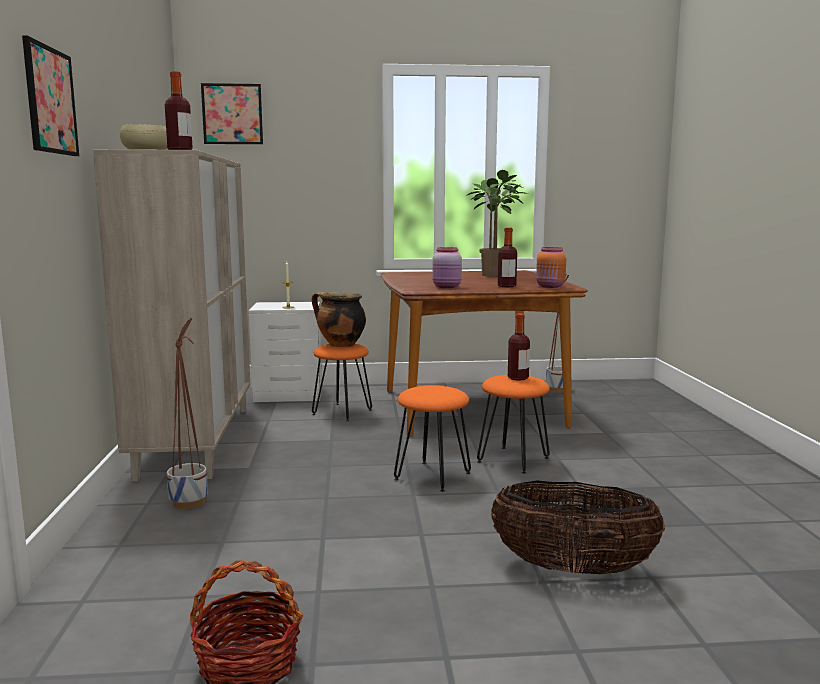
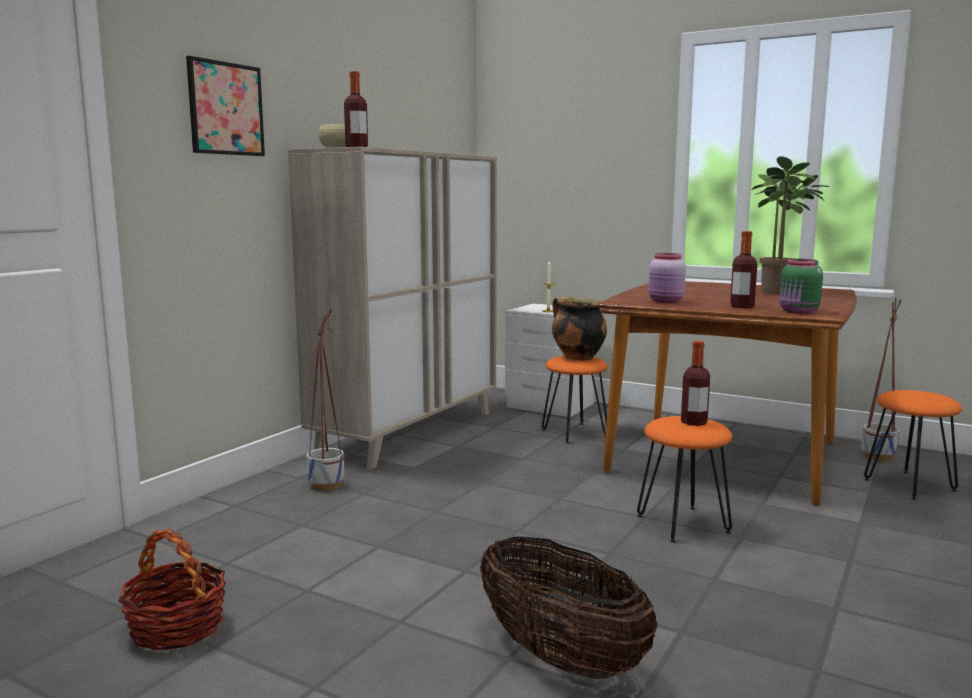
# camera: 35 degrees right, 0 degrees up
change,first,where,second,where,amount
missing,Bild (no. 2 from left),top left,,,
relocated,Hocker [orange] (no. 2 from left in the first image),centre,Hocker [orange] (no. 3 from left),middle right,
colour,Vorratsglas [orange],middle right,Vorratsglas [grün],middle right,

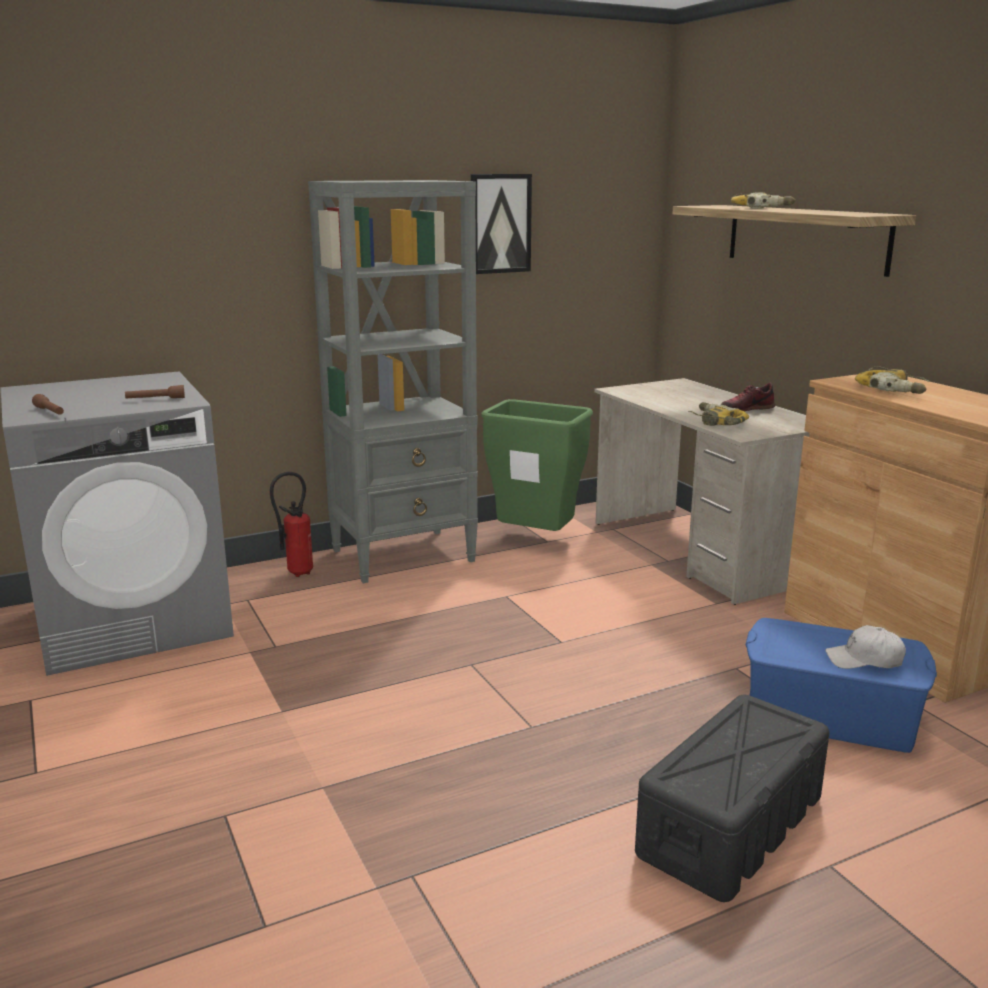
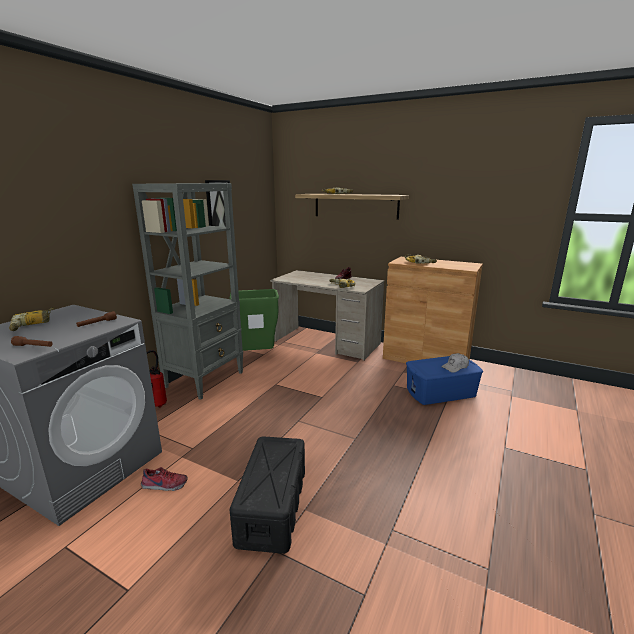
# camera: 35 degrees left, 0 degrees up
change,first,where,second,where,amount
appeared,,,Bohrmaschine (no. 1 from left),middle left,
appeared,,,Schuh (no. 1 from left),bottom left,
relocated,Aufbewahrungsbox [schwarz],bottom right,,bottom centre,

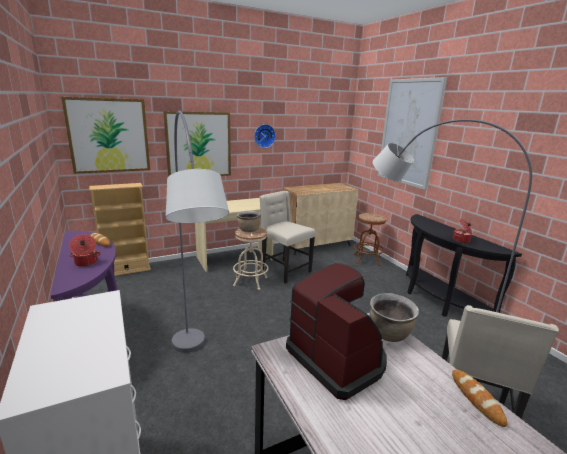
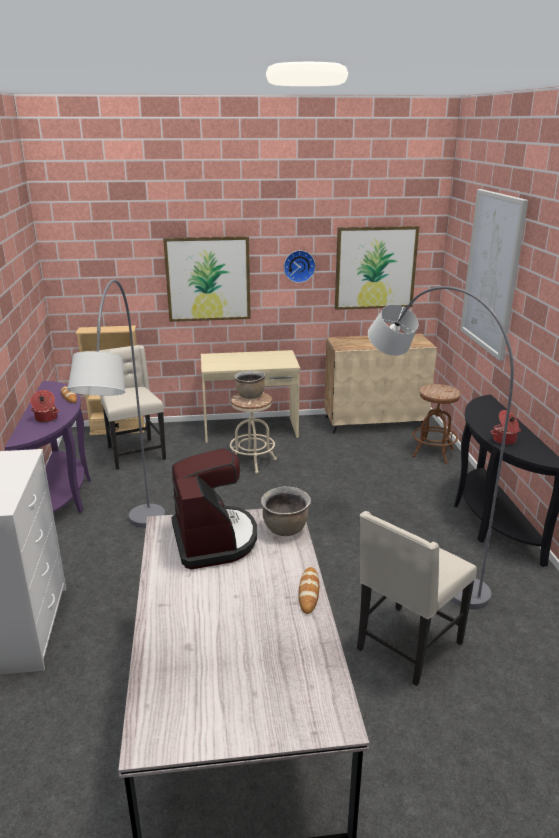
# camera: 20 degrees right, 5 degrees up
change,first,where,second,where,amount
relocated,Bild (no. 1 from left in the first image),top left,Bild (no. 2 from left),top right,
relocated,Stuhl [beige] (no. 1 from left),centre,,middle left,

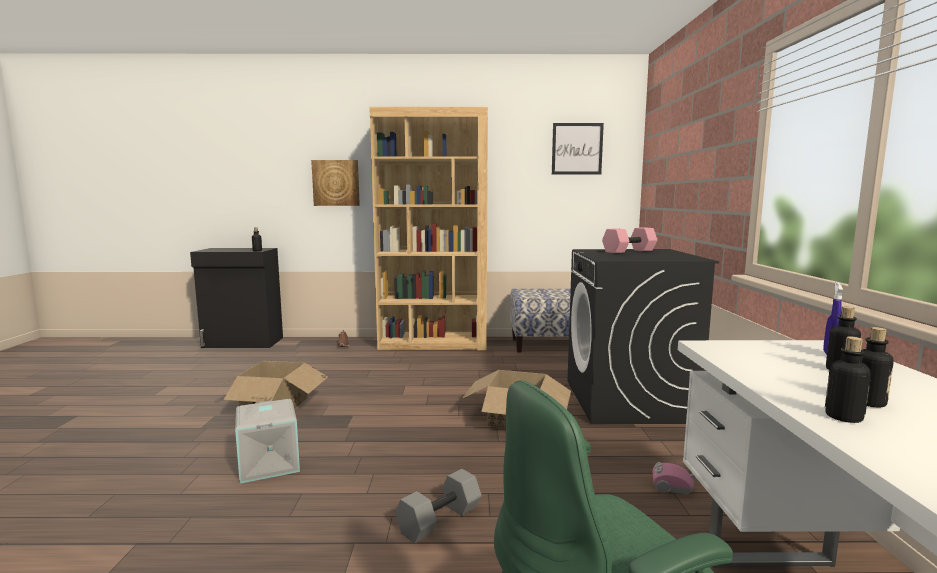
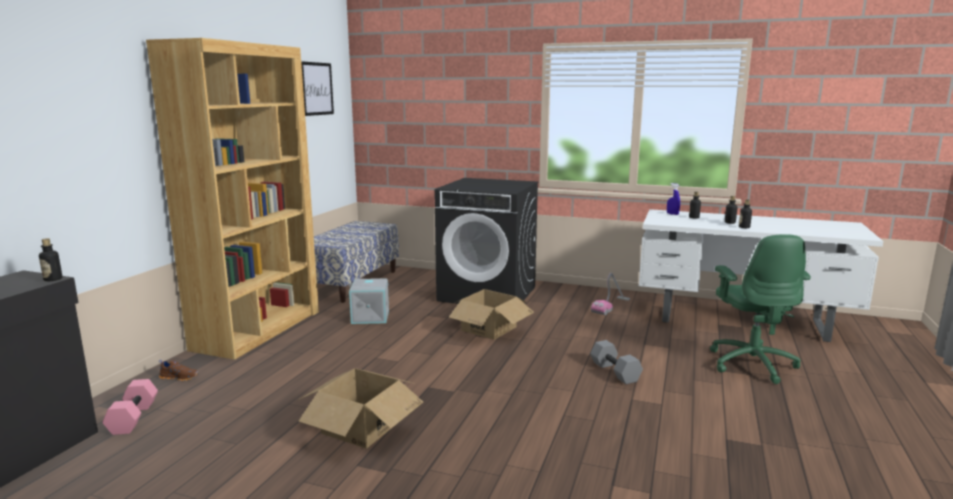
# camera: 70 degrees left, 5 degrees up
change,first,where,second,where,amount
missing,Bild (no. 1 from left),top centre,,,
relocated,Aufbewahrungsbox [grau],bottom left,,centre,
relocated,Hantel [rosa],middle right,,bottom left,

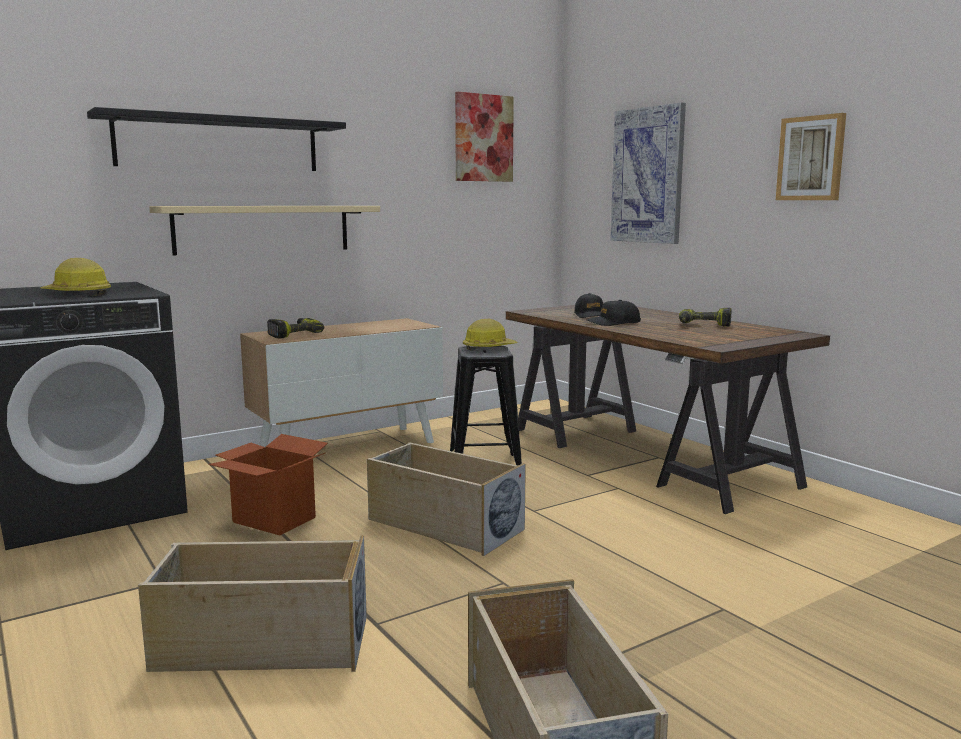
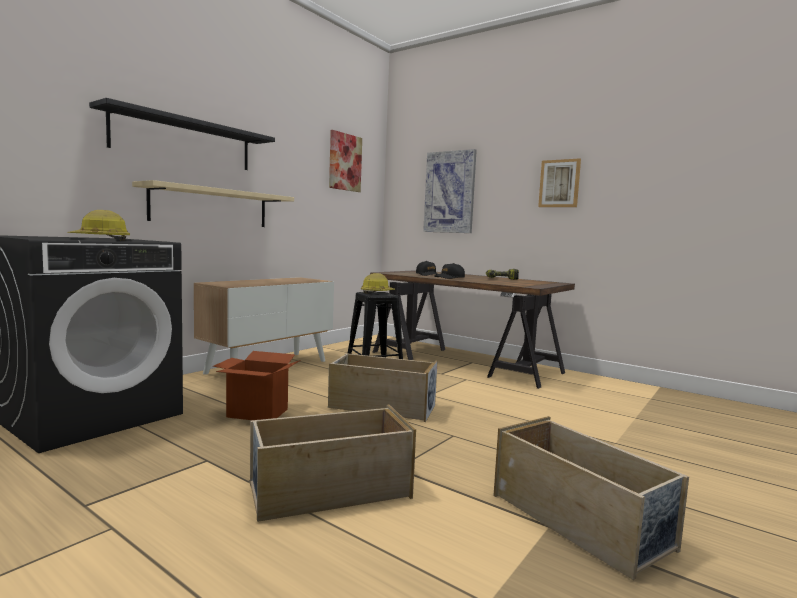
# camera: 20 degrees left, 5 degrees down
change,first,where,second,where,amount
missing,Bohrmaschine (no. 1 from left),middle left,,,

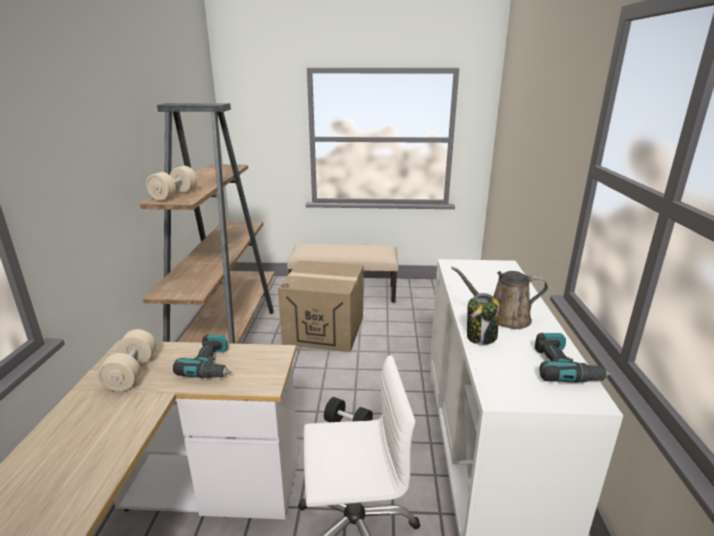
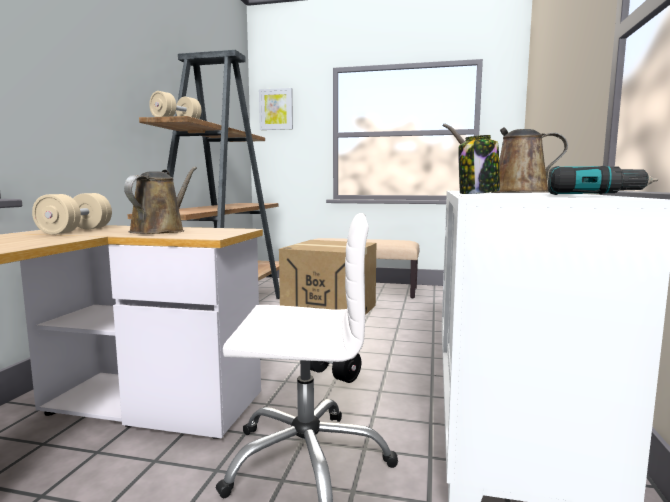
# camera: 10 degrees right, 15 degrees down
change,first,where,second,where,amount
appeared,,,Bild,top centre,
exchanged,Bohrmaschine (no. 1 from left),middle left,Gießkanne [braun] (no. 1 from left),middle left,

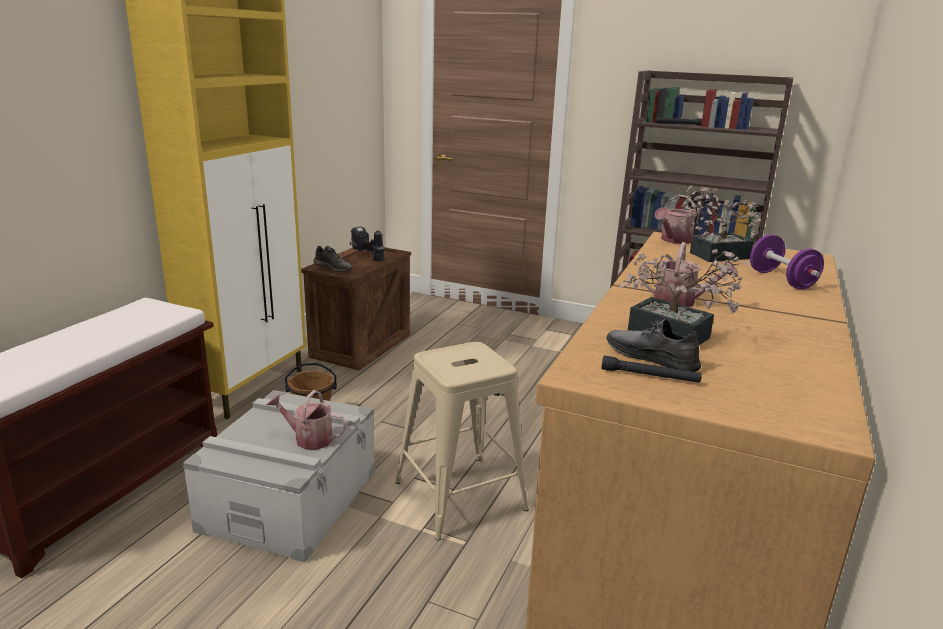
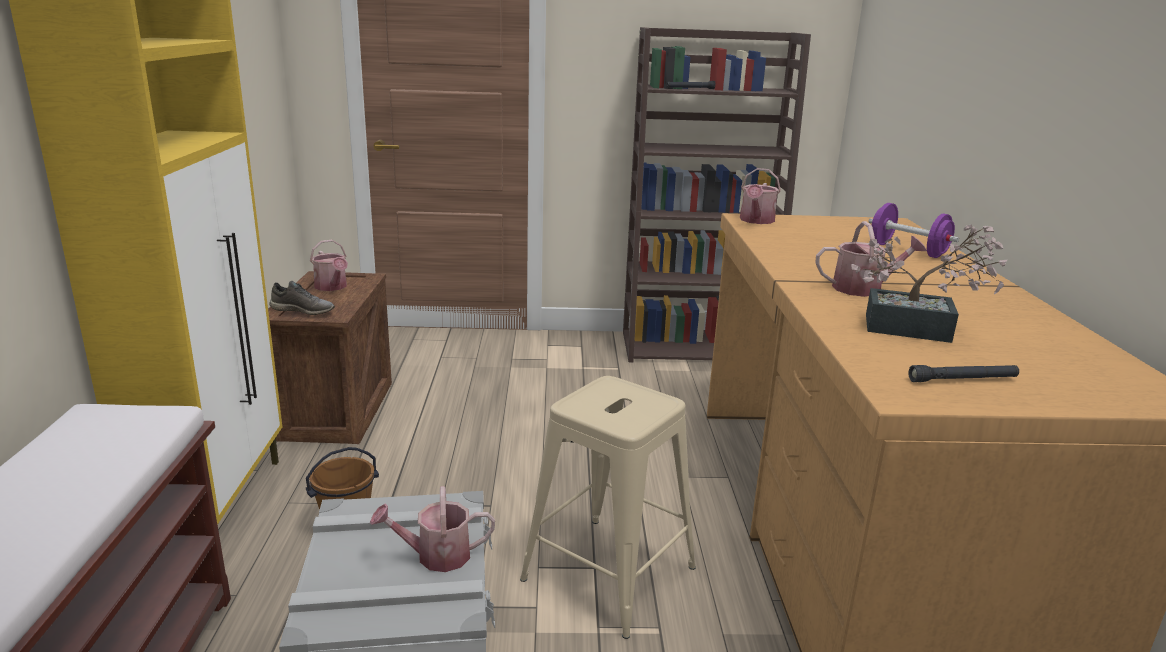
# camera: 25 degrees left, 0 degrees up
change,first,where,second,where,amount
missing,Schuh [grau] (no. 2 from left),middle right,,,
missing,Topfpflanze (no. 2 from left),middle right,,,
exchanged,Bohrmaschine,centre,Gießkanne (no. 1 from left),middle left,

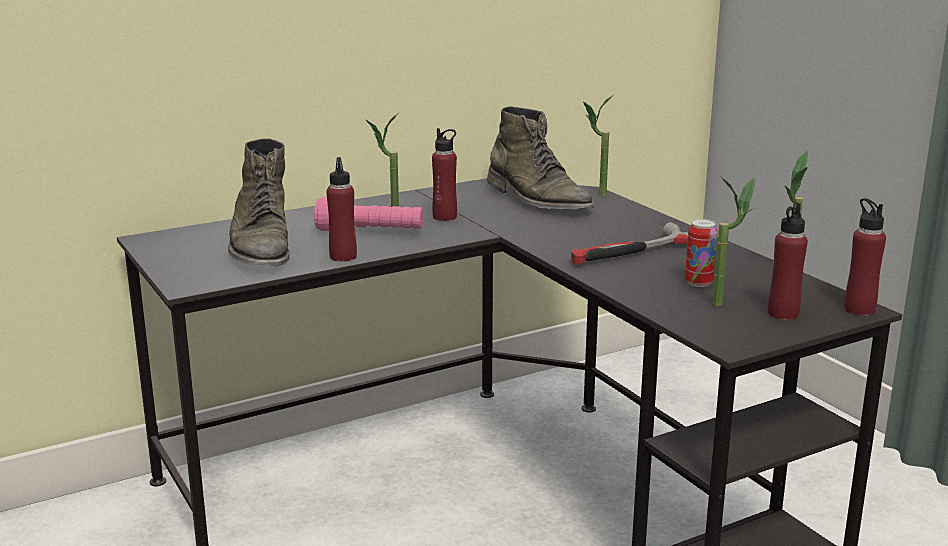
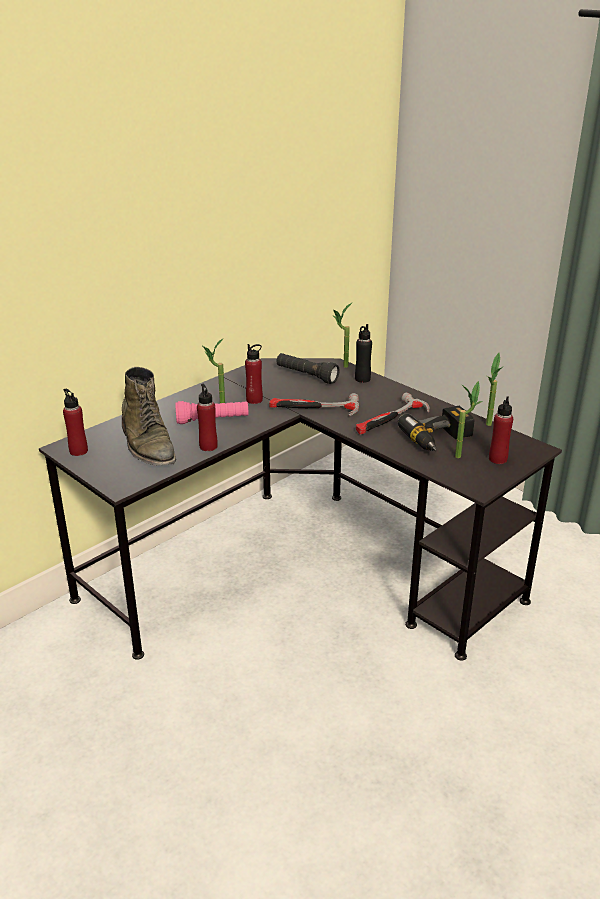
# camera: 15 degrees left, 10 degrees up
change,first,where,second,where,amount
appeared,,,Hammer (no. 1 from left),centre,
appeared,,,Flasche [schwarz],centre,
relocated,Flasche [rot] (no. 4 from left in the first image),middle right,Flasche [rot] (no. 1 from left),middle left,
exchanged,Stiefel [grün] (no. 2 from left),top centre,Taschenlampe [schwarz],centre,
exchanged,Dose,middle right,Bohrmaschine,middle right,

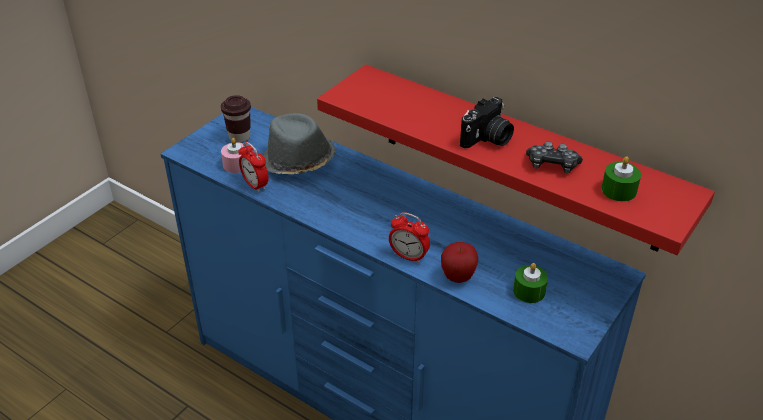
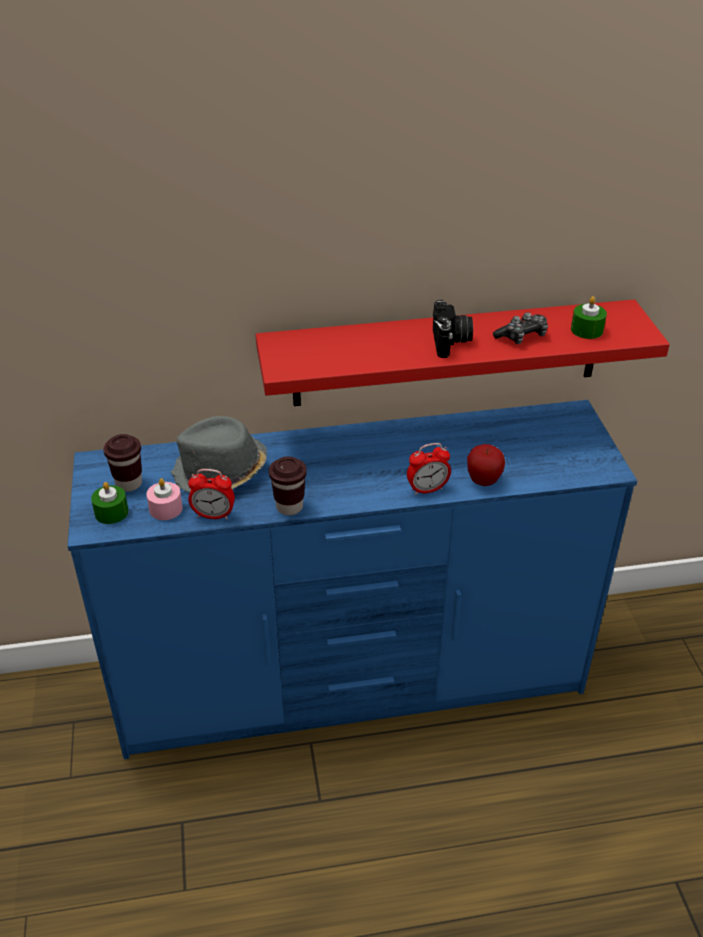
# camera: 45 degrees left, 0 degrees up
change,first,where,second,where,amount
appeared,,,Tasse [braun] (no. 2 from left),centre,
relocated,Kerze [grün] (no. 1 from left),bottom right,,middle left,

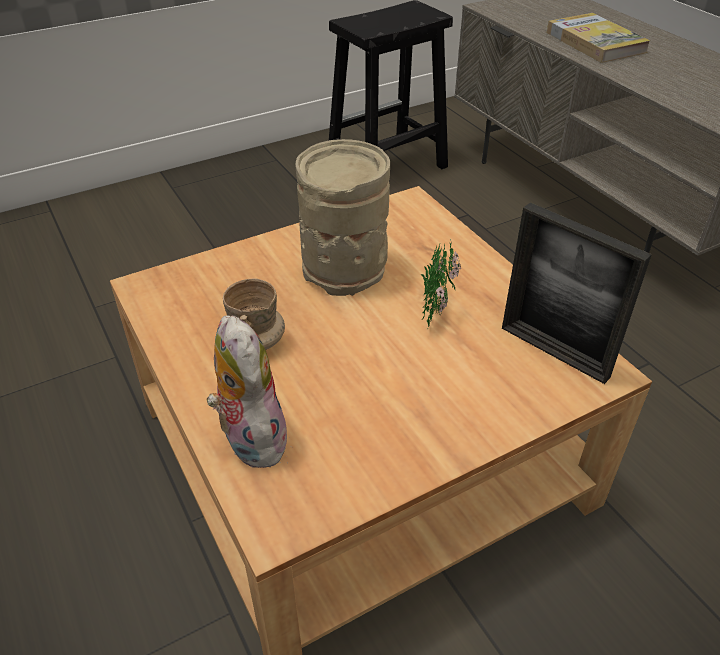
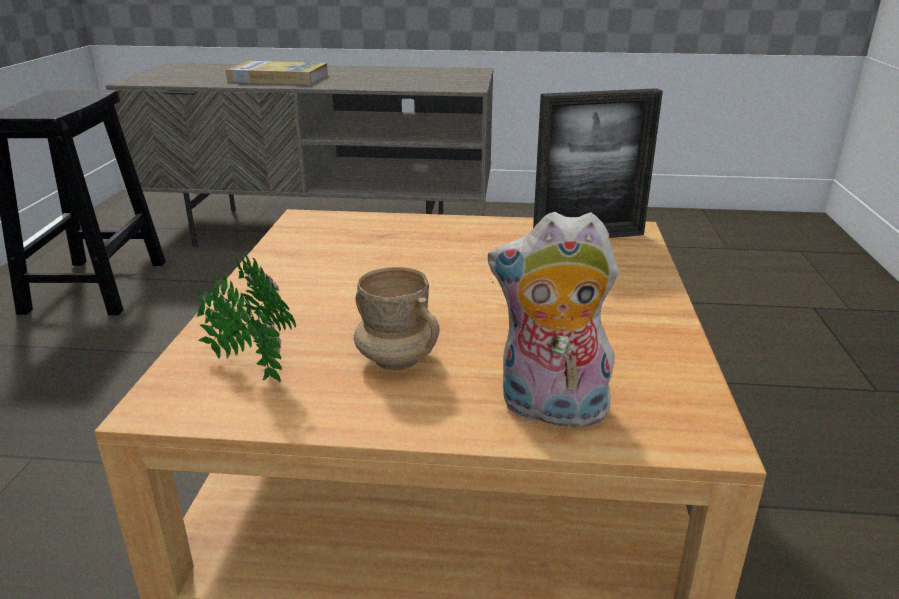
# camera: 55 degrees left, 15 degrees down
change,first,where,second,where,amount
missing,Vase [beige],top centre,,,
relocated,Topfpflanze,centre,,middle left,

